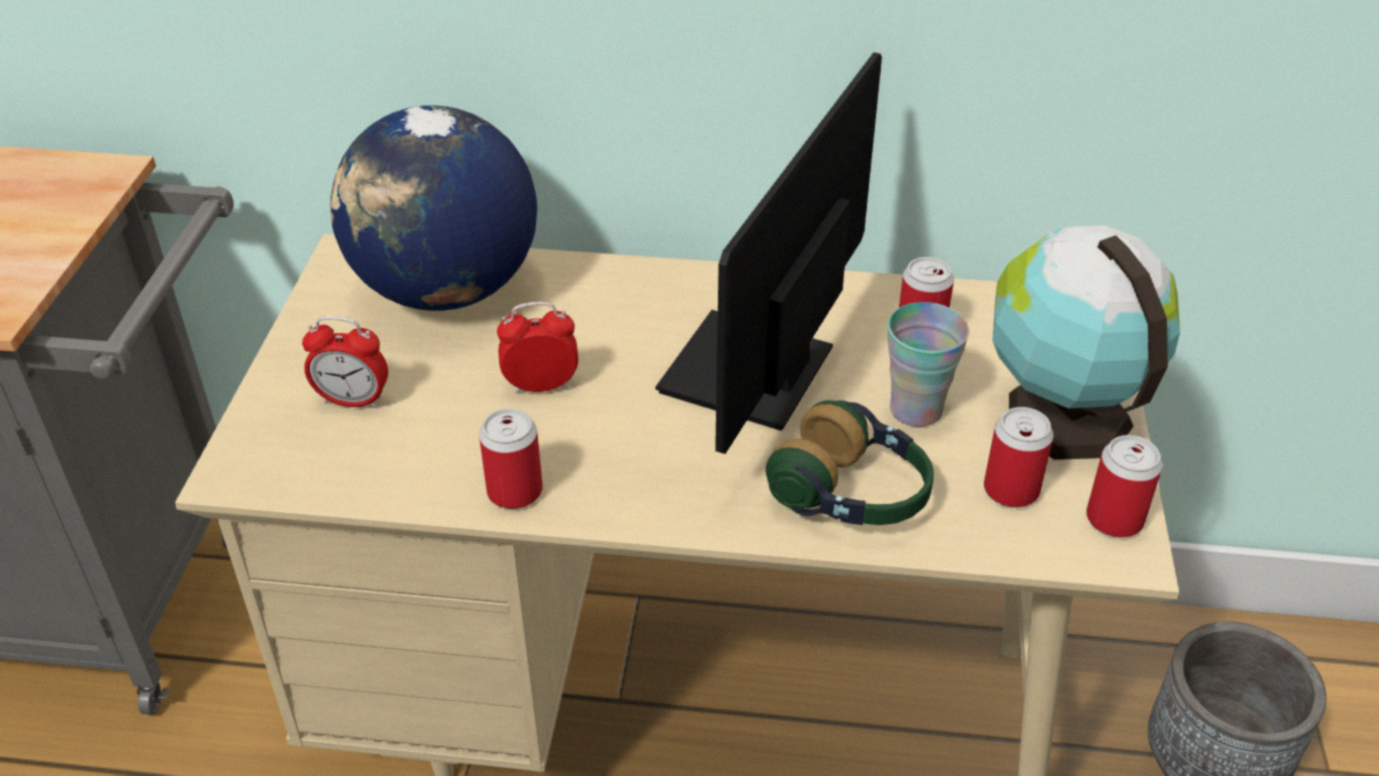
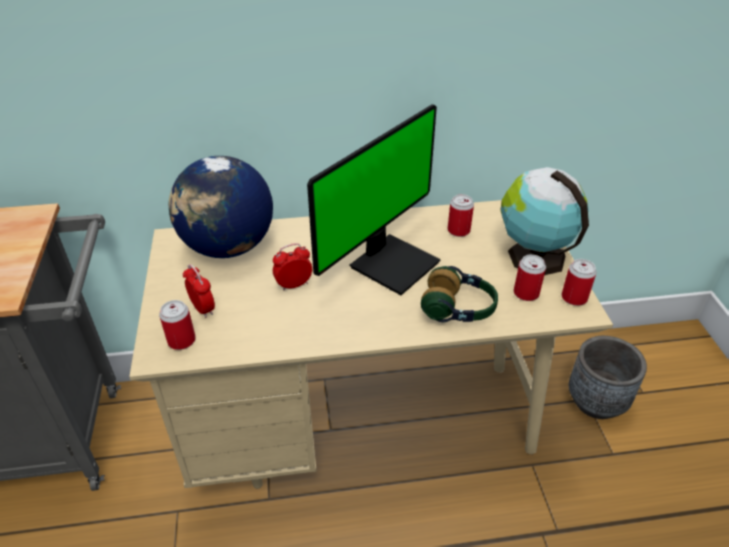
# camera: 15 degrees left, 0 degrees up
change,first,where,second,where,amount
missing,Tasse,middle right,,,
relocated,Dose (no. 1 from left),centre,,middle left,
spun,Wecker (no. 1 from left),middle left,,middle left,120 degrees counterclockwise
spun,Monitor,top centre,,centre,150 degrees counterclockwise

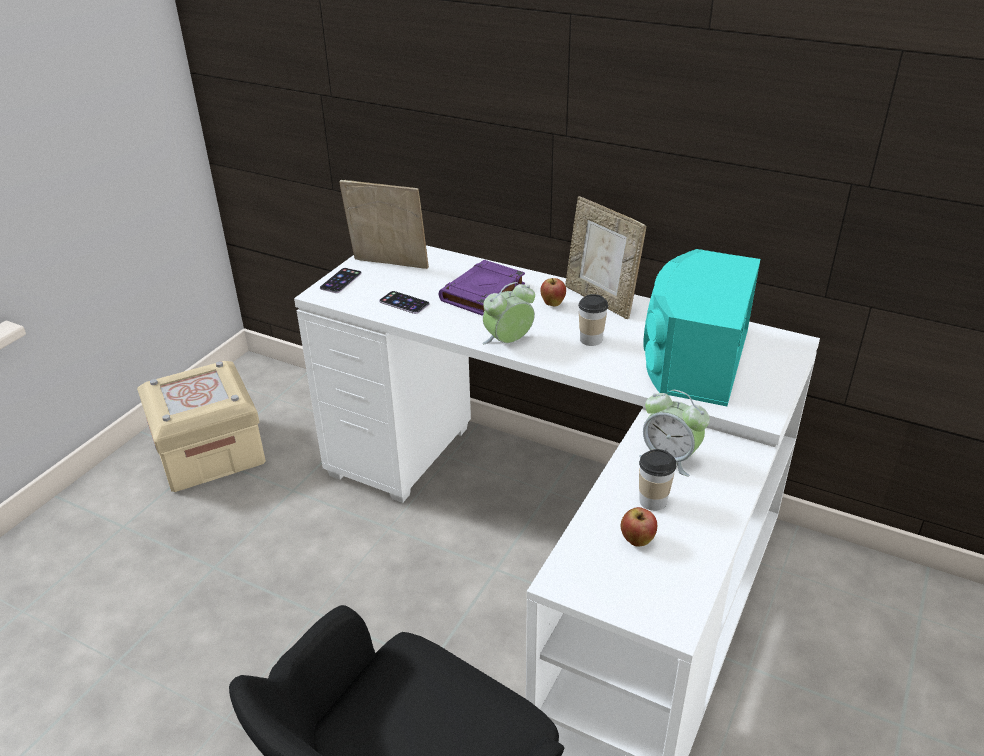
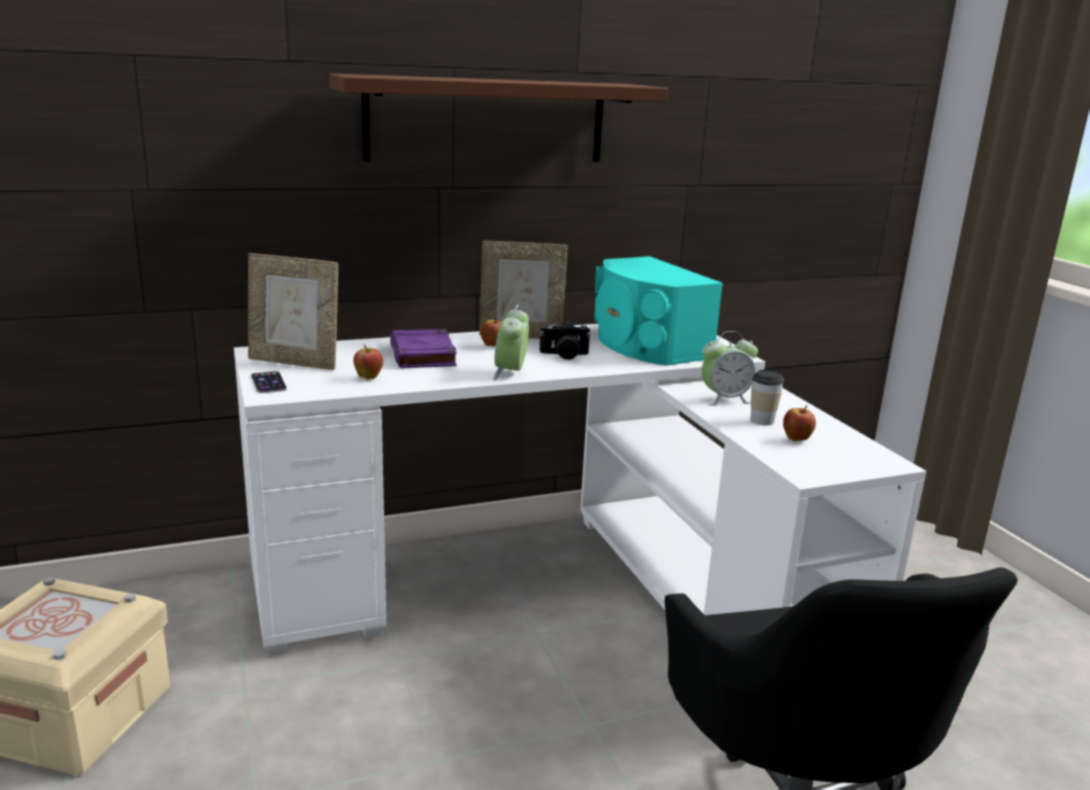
# camera: 50 degrees left, 15 degrees down
change,first,where,second,where,amount
appeared,,,Wandregal [braun],top centre,
exchanged,Handy (no. 2 from left),centre,Apfel (no. 1 from left),centre,
exchanged,Tasse (no. 1 from left),centre,Kamera,centre,
spun,Bilderrahmen (no. 1 from left),top centre,,middle left,135 degrees counterclockwise

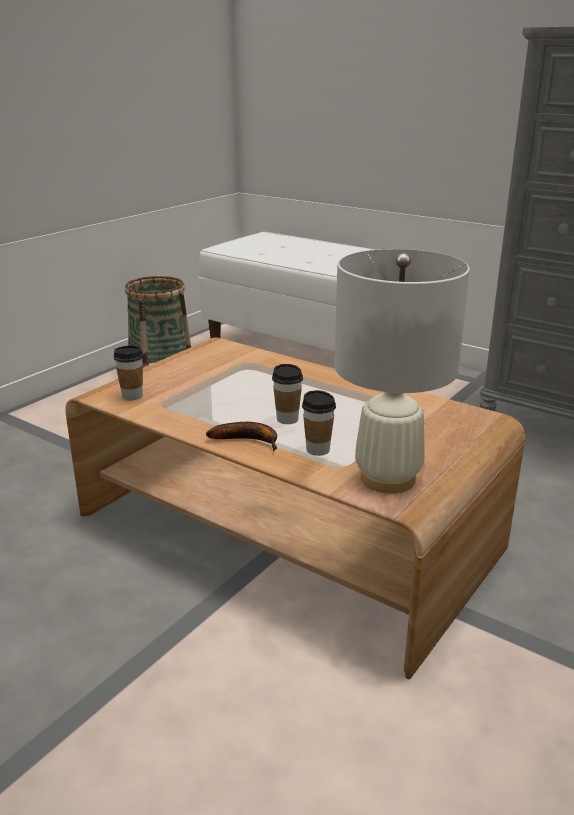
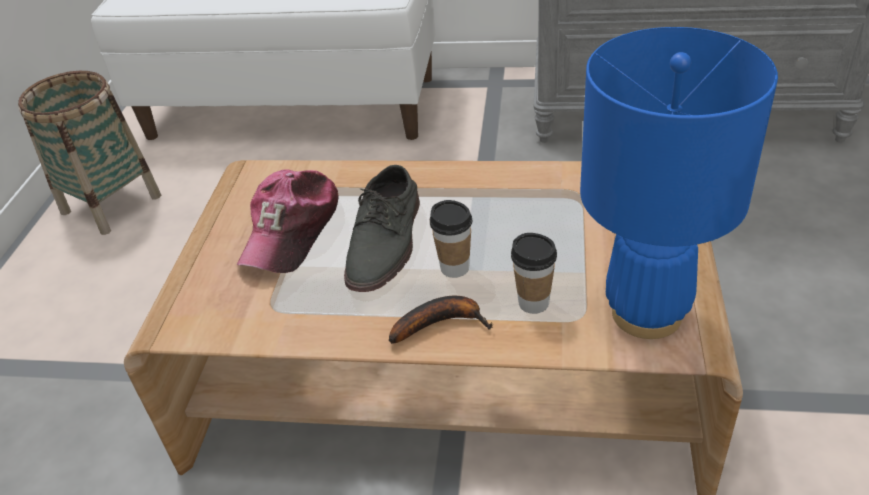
# camera: 25 degrees left, 15 degrees up
change,first,where,second,where,amount
missing,Tasse (no. 1 from left),middle left,,,
appeared,,,Kappe,middle left,
appeared,,,Schuh [grau],centre,
colour,Tischlampe [weiß],middle right,Tischlampe [blau],middle right,

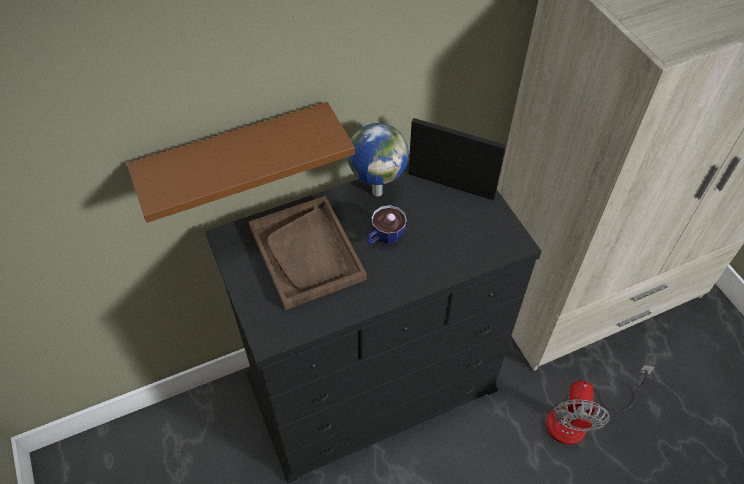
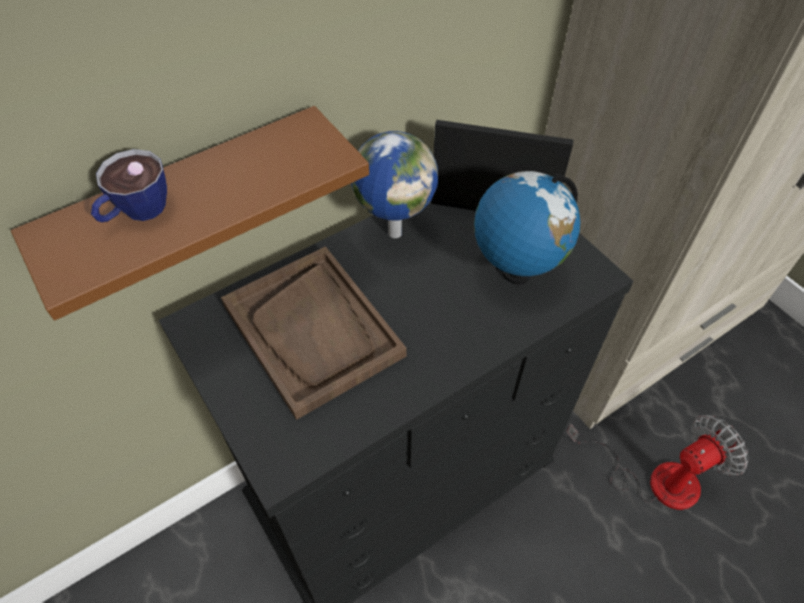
# camera: 10 degrees left, 0 degrees up
change,first,where,second,where,amount
appeared,,,Globus (no. 2 from left),centre,
relocated,Tasse,centre,,top left,
spun,Ventilator,bottom right,,bottom right,120 degrees counterclockwise

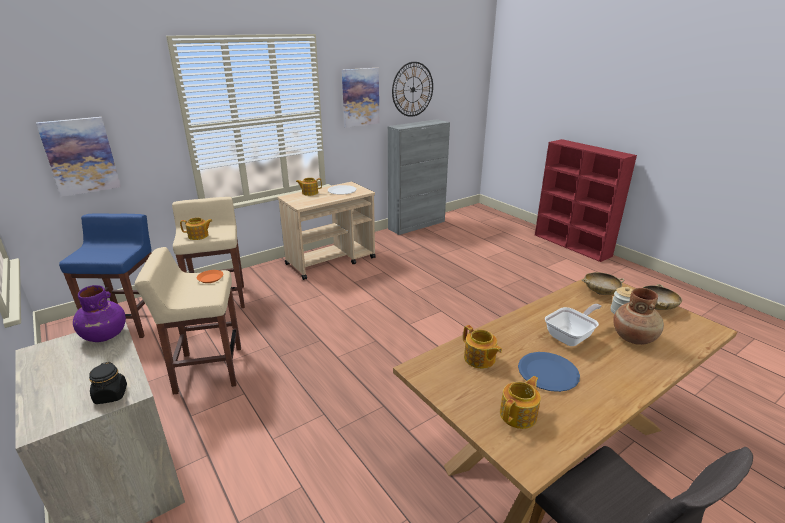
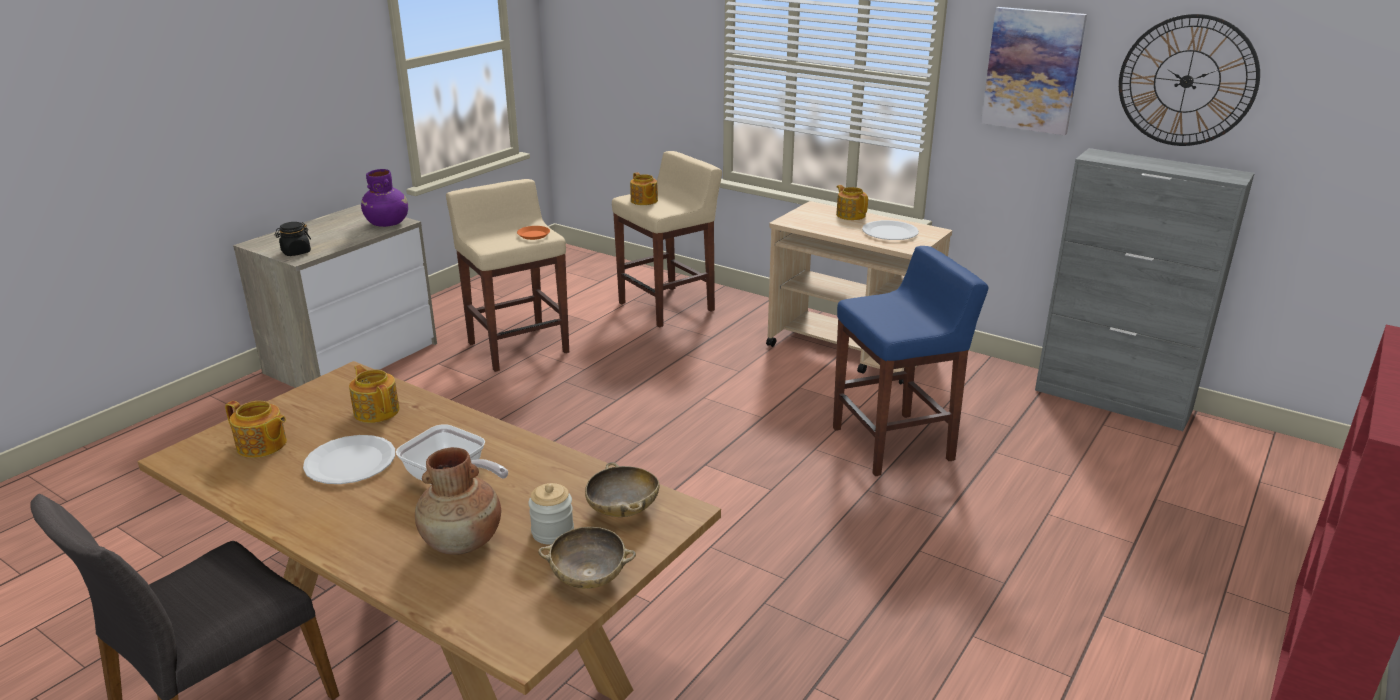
# camera: 70 degrees right, 0 degrees up
change,first,where,second,where,amount
missing,Bild (no. 1 from left),top left,,,
relocated,Hocker [blau],middle left,,centre,
colour,Teller [blau],bottom right,Teller [weiß] (no. 1 from left),middle left,
spun,Teekanne (no. 3 from left in the first image),centre,Teekanne (no. 2 from left),middle left,105 degrees clockwise

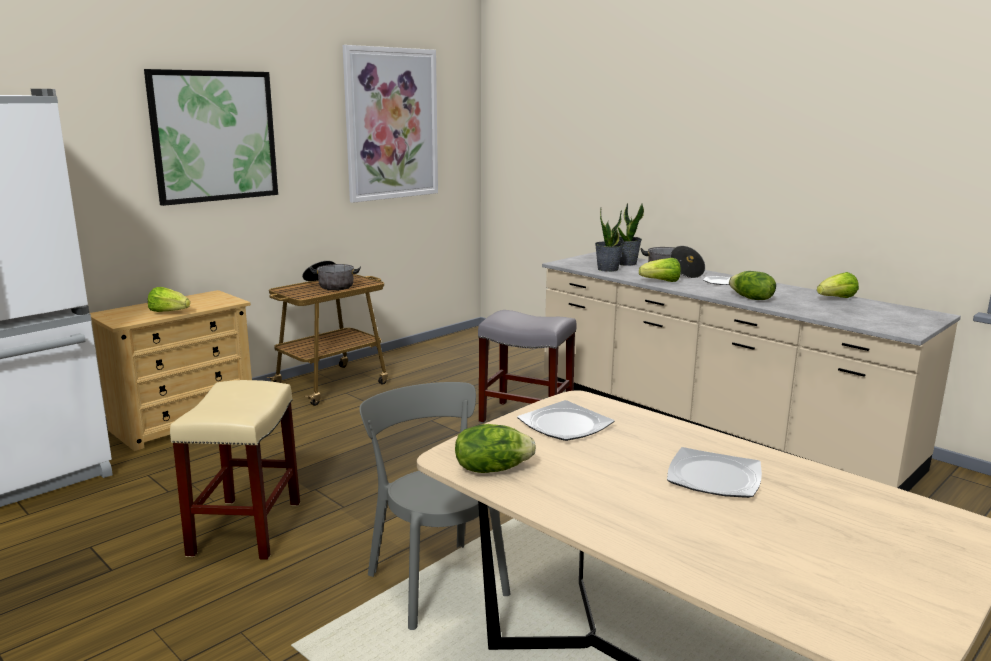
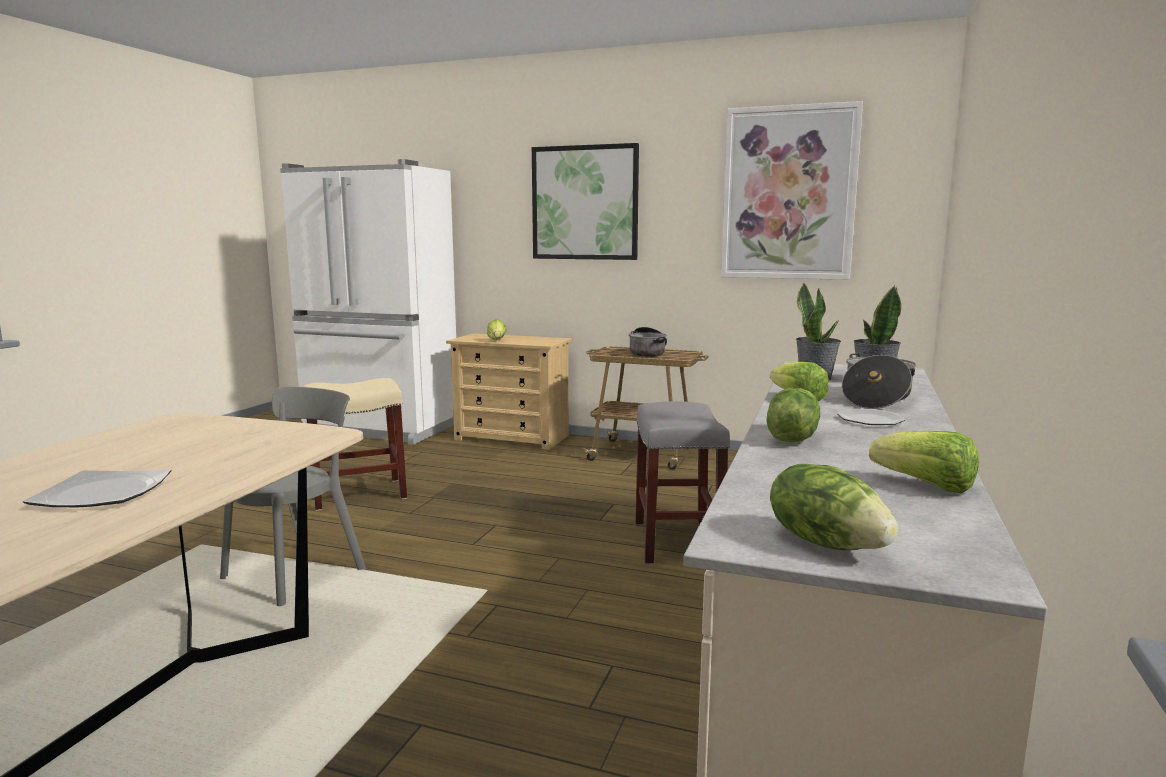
# camera: 65 degrees right, 5 degrees down
change,first,where,second,where,amount
missing,Teller (no. 1 from left),centre,,,
relocated,Salatkopf (no. 2 from left in the first image),bottom centre,Salatkopf (no. 4 from left),middle right,

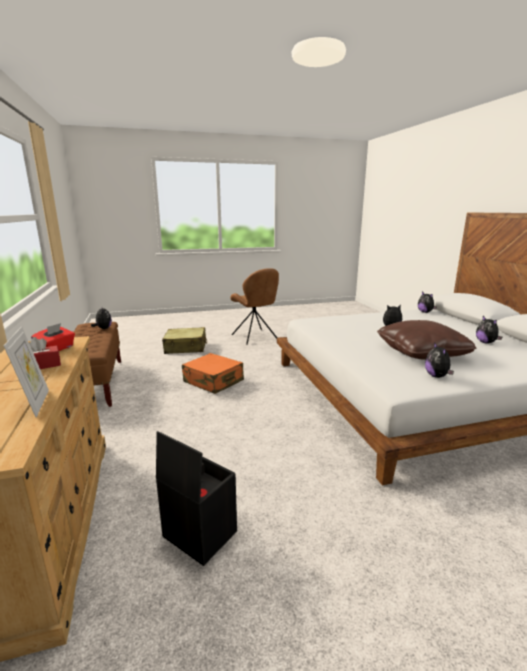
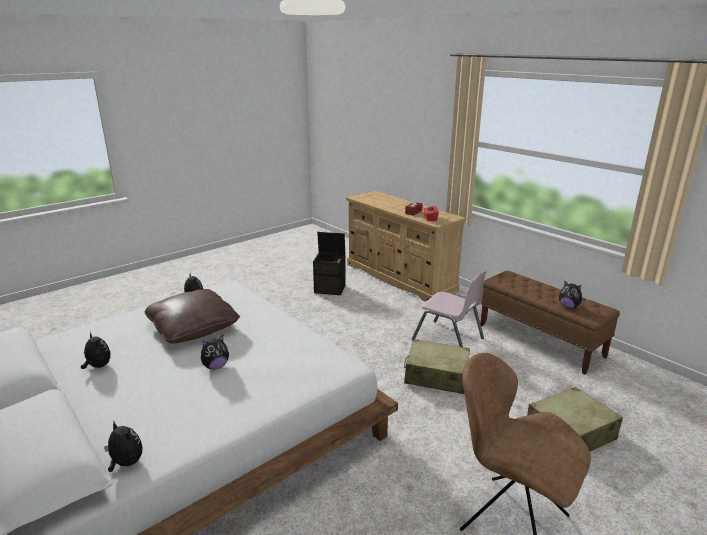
# camera: 155 degrees right, 5 degrees up
change,first,where,second,where,amount
missing,Bilderrahmen,middle left,,,
appeared,,,Stuhl [rosa],centre,
colour,Koffer [orange],centre,Koffer [beige] (no. 1 from left),bottom centre,

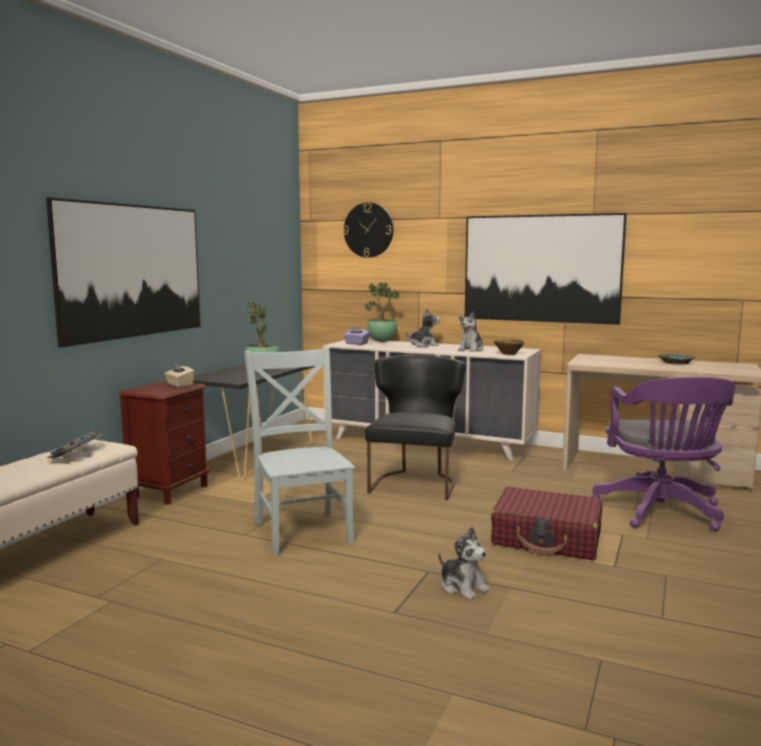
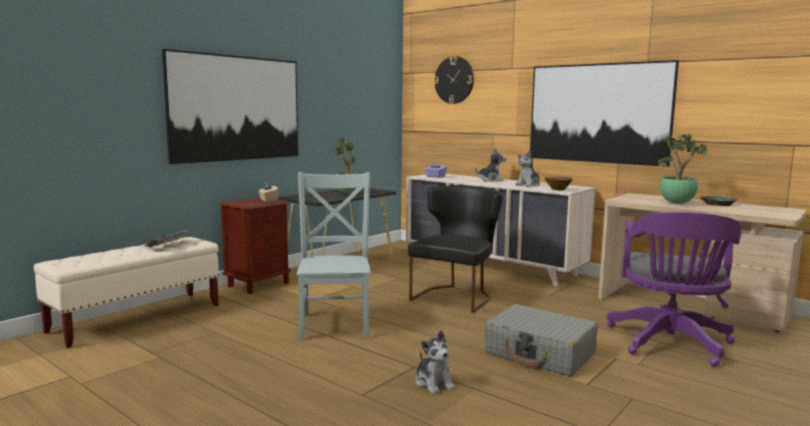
# camera: 15 degrees right, 0 degrees up
change,first,where,second,where,amount
relocated,Topfpflanze (no. 2 from left),centre,,middle right,
colour,Koffer [rot],bottom right,Koffer [grau],bottom right,

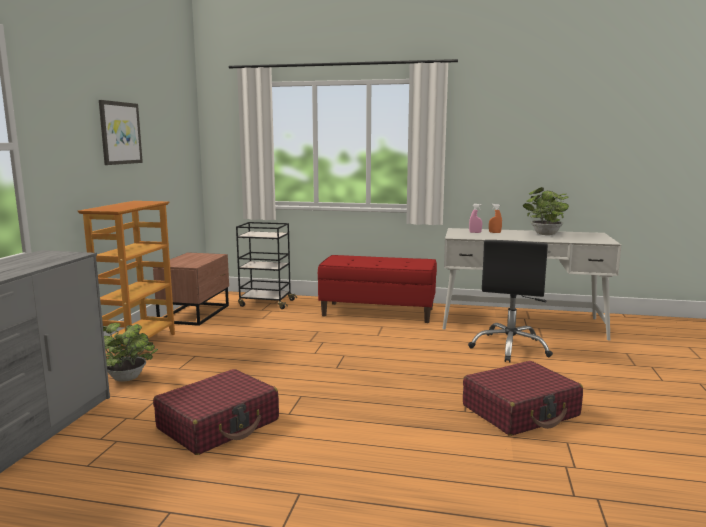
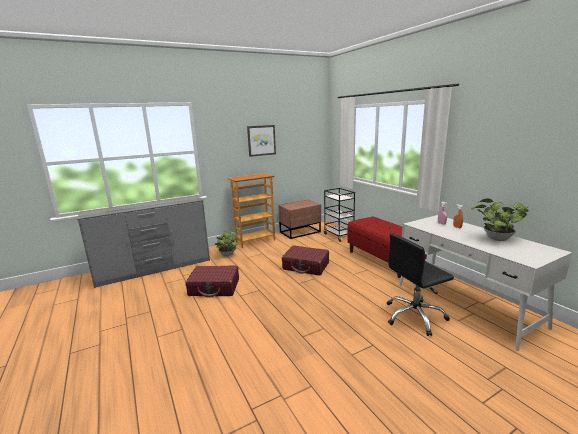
# camera: 50 degrees right, 5 degrees up
change,first,where,second,where,amount
relocated,Koffer [rot] (no. 2 from left),bottom right,,centre,

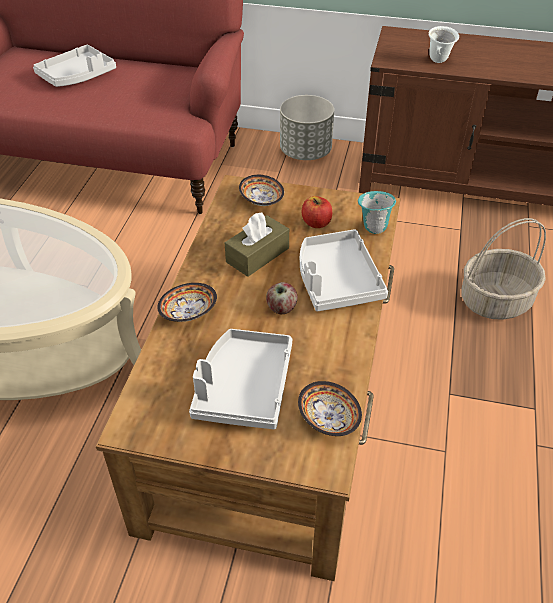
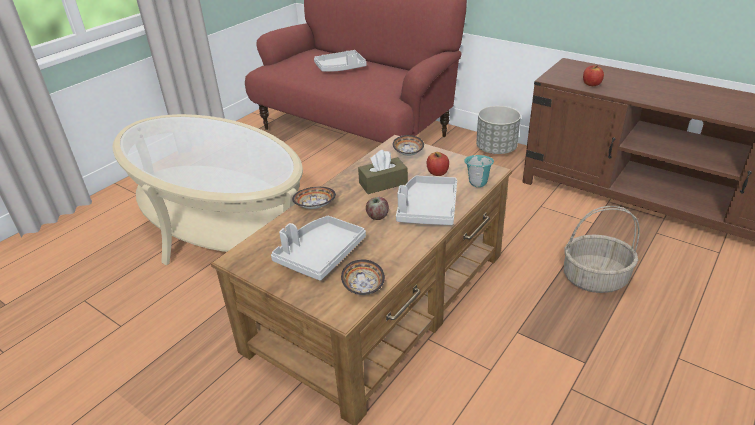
# camera: 25 degrees right, 10 degrees down
change,first,where,second,where,amount
exchanged,Henkelbecher [weiß],top right,Apfel (no. 3 from left),top right,

